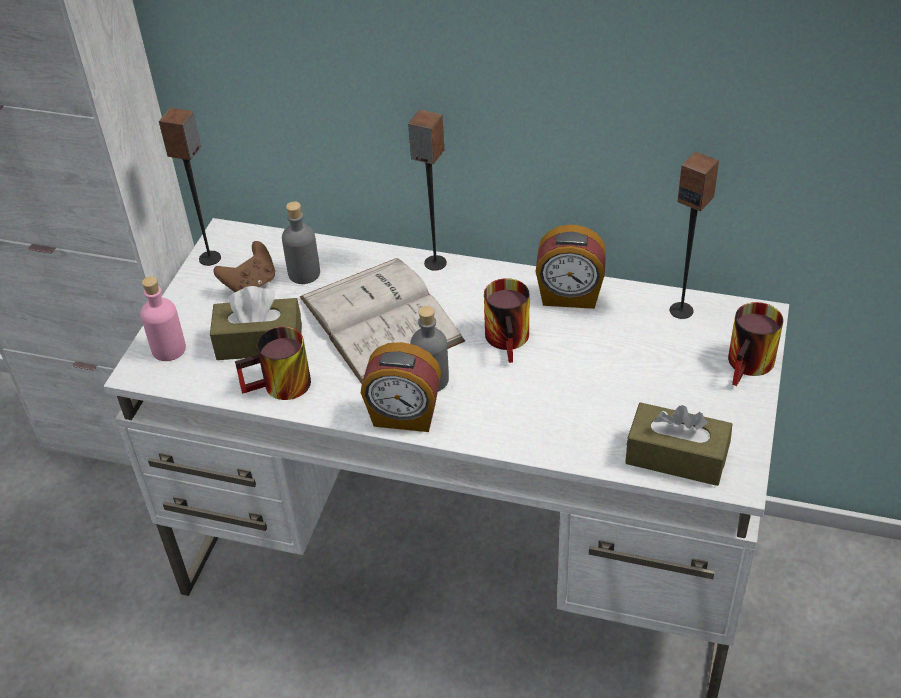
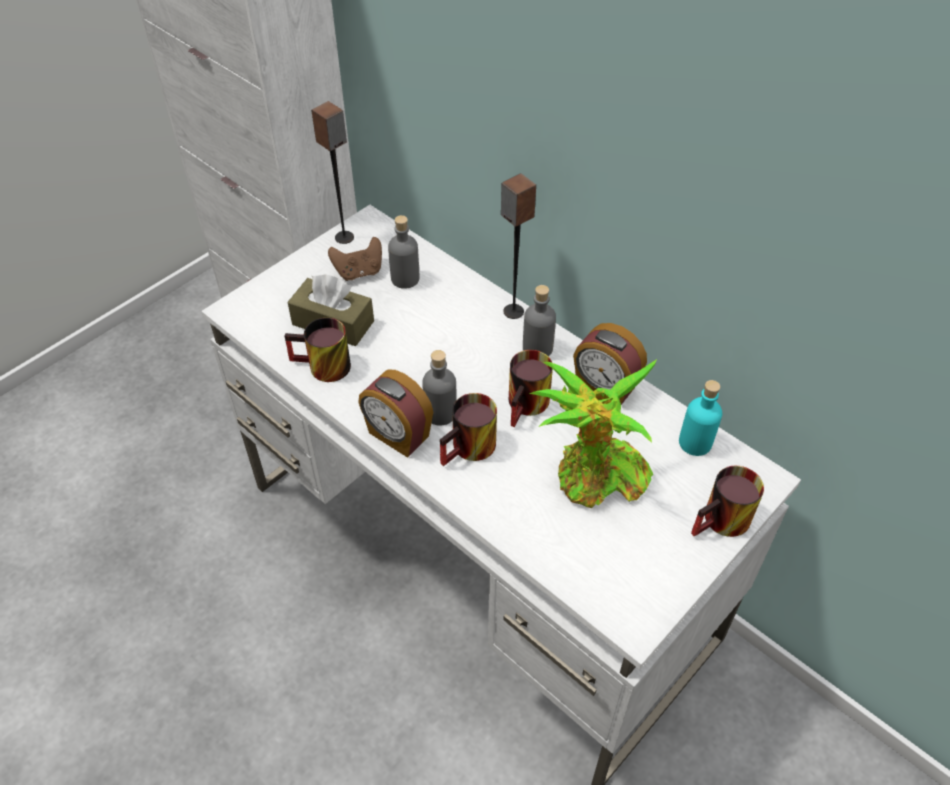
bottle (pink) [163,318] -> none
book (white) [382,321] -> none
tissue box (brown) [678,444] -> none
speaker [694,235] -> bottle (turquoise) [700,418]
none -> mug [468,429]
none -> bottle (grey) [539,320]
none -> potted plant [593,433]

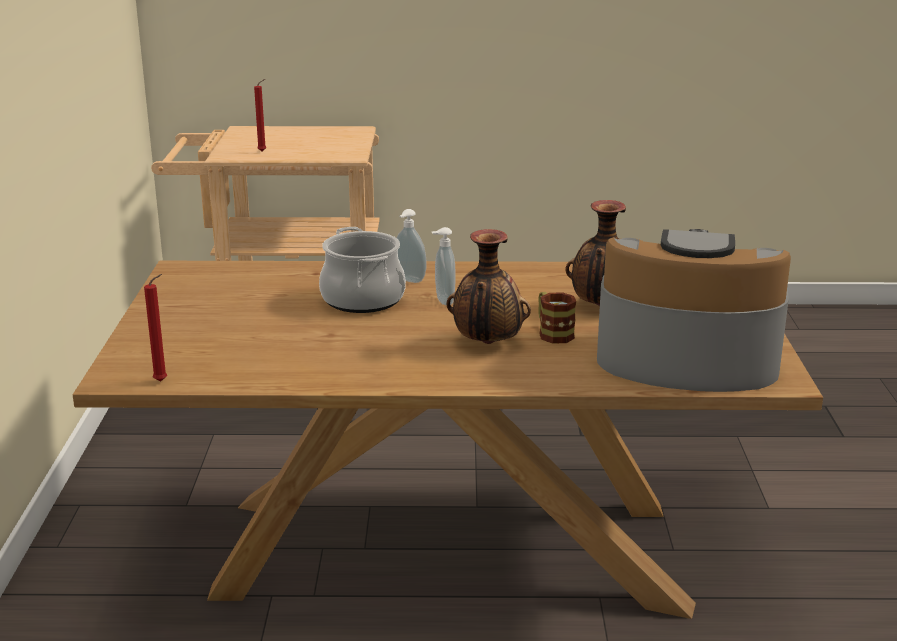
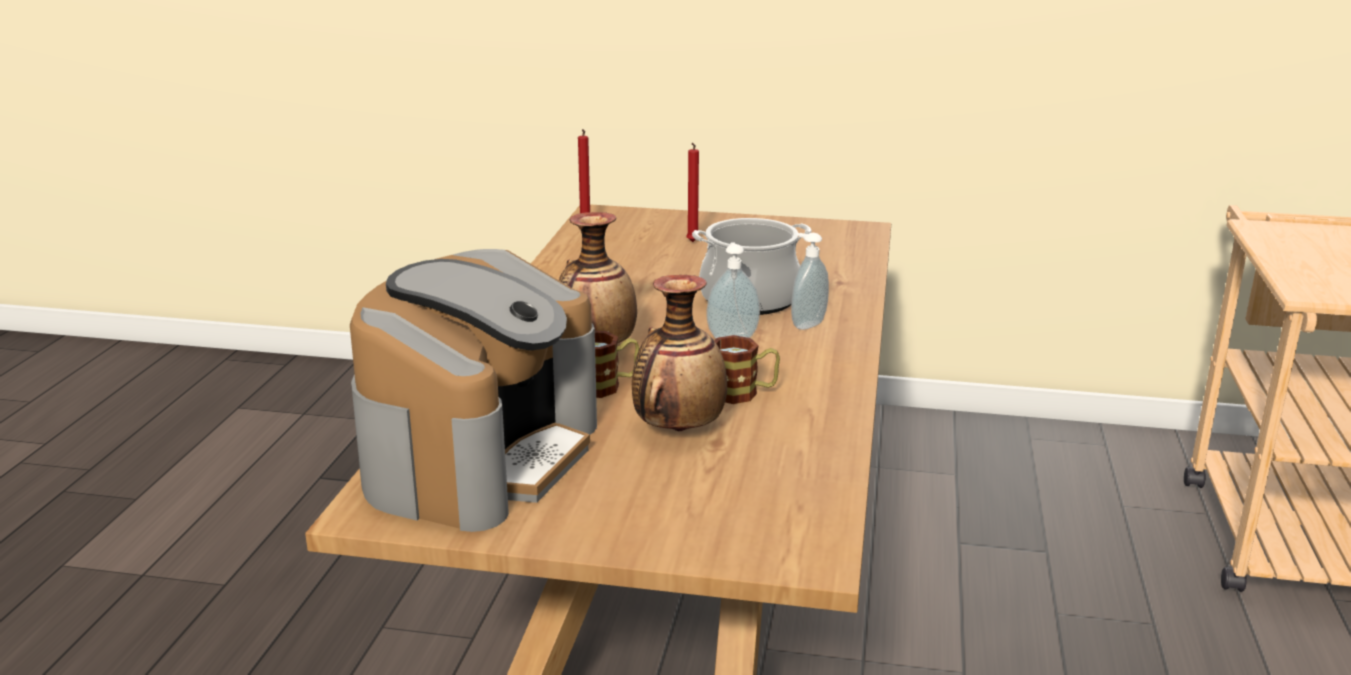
candle (red) [260,115] -> candle (red) [692,192], move
none -> mug [747,369]

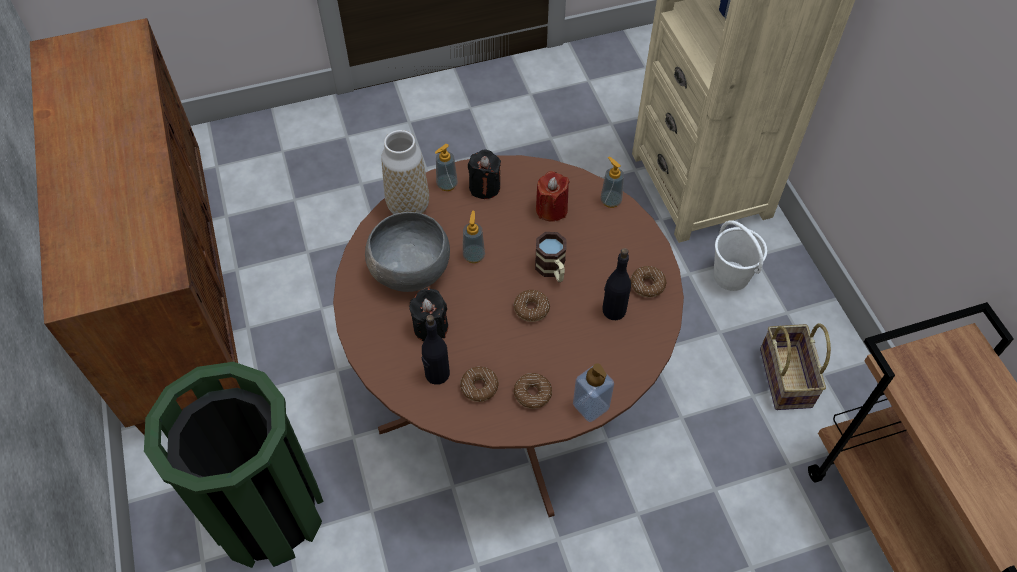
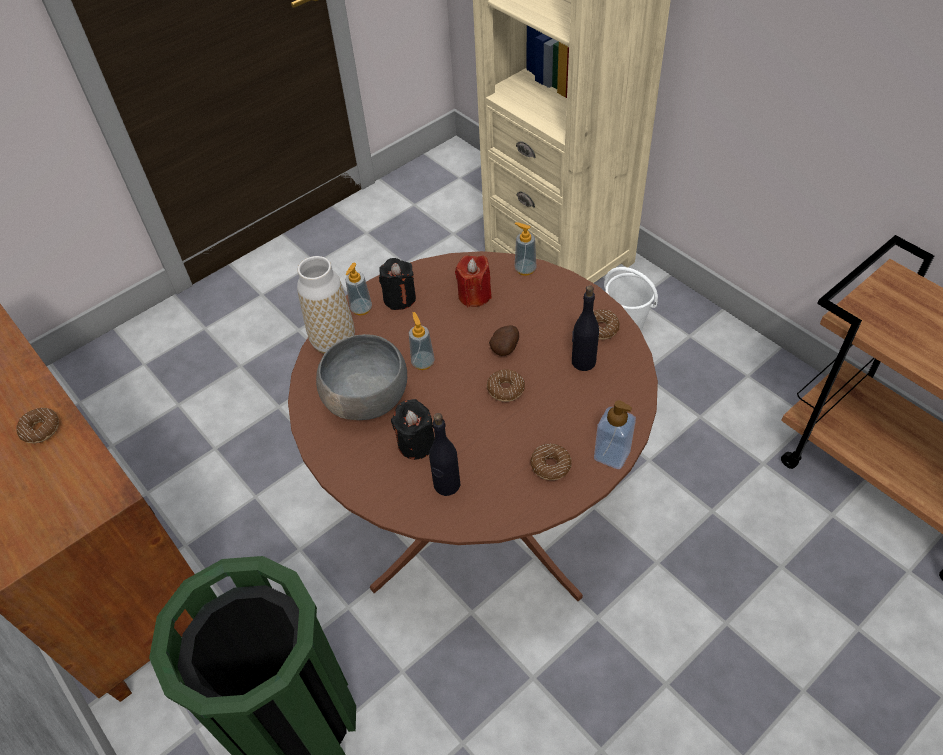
donut [479,384] -> donut [37,425], move
mug [550,257] -> potato [504,340]
basket [795,366] -> none

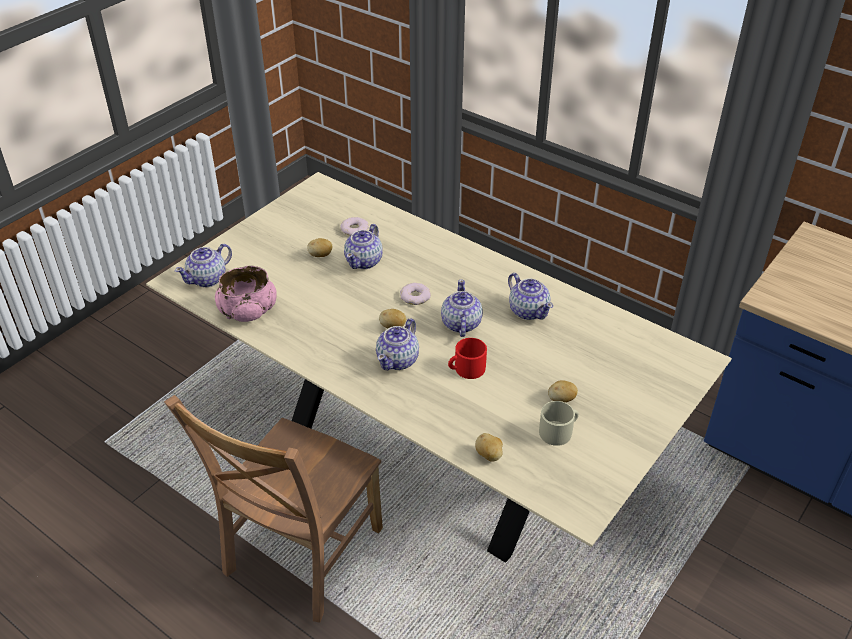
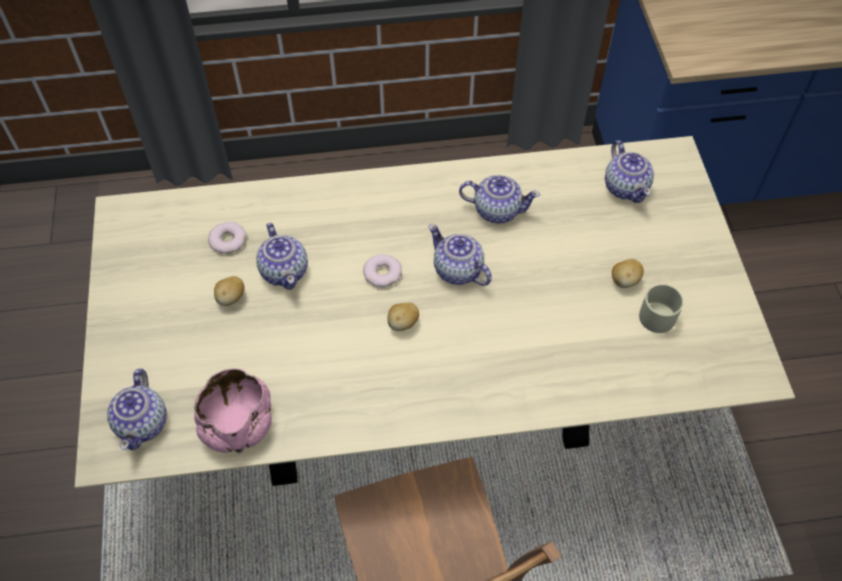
teapot [397,344] -> teapot [629,171], move
mug (red) [467,358] -> none
potato [489,447] -> none

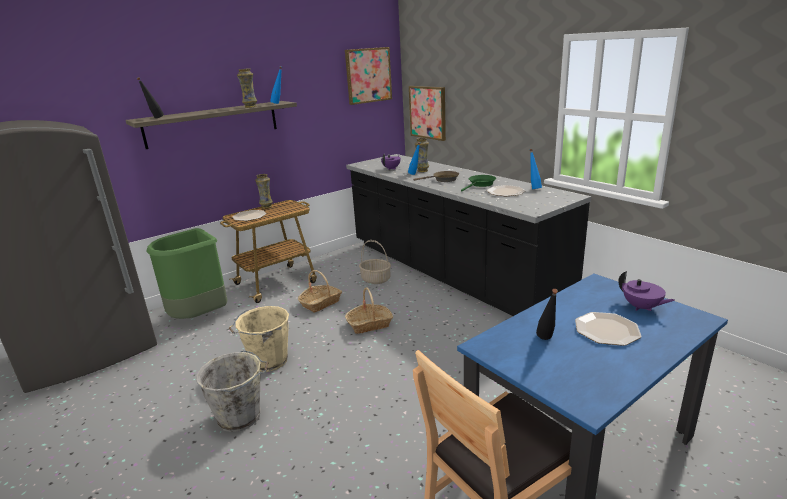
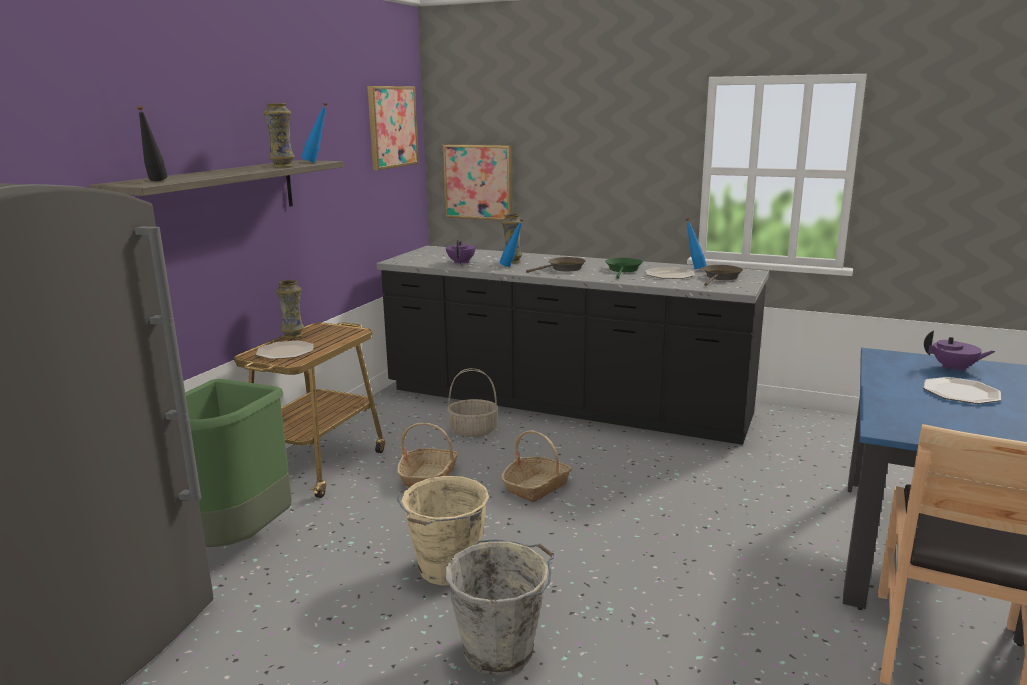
bottle (black) [547,314] -> none
none -> frying pan (brown) [723,275]

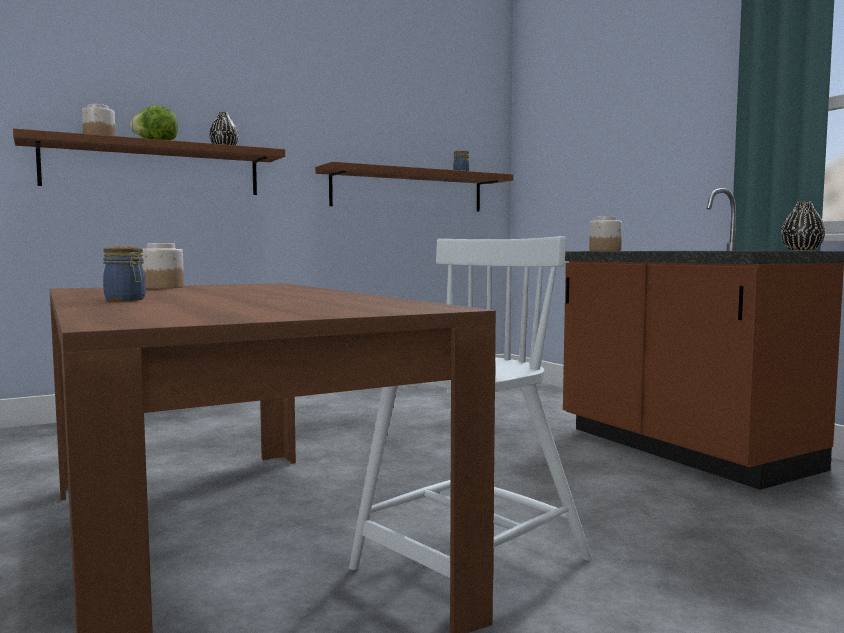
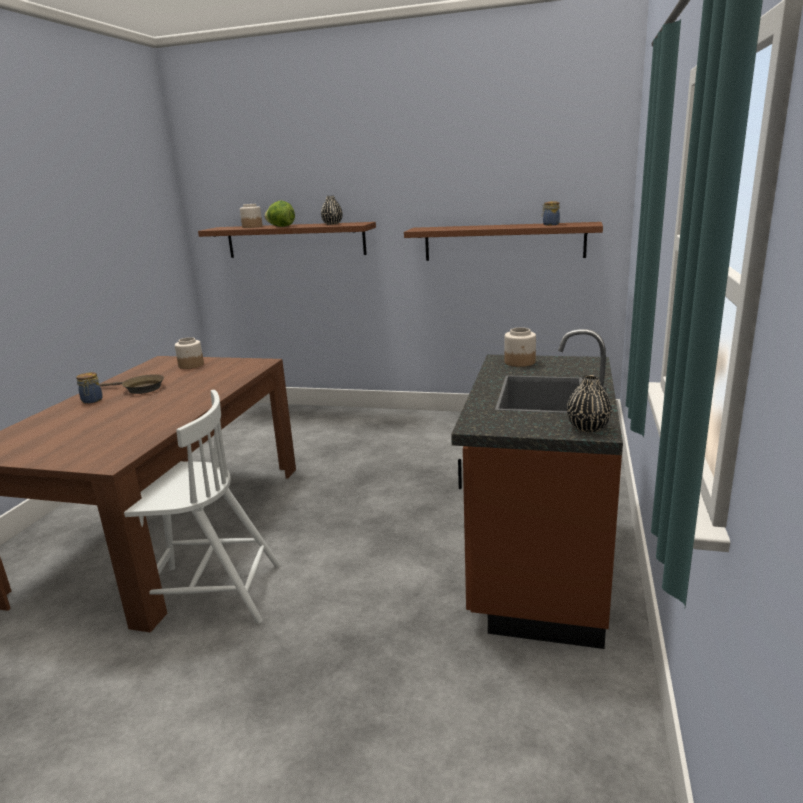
none -> frying pan (brown) [132,384]

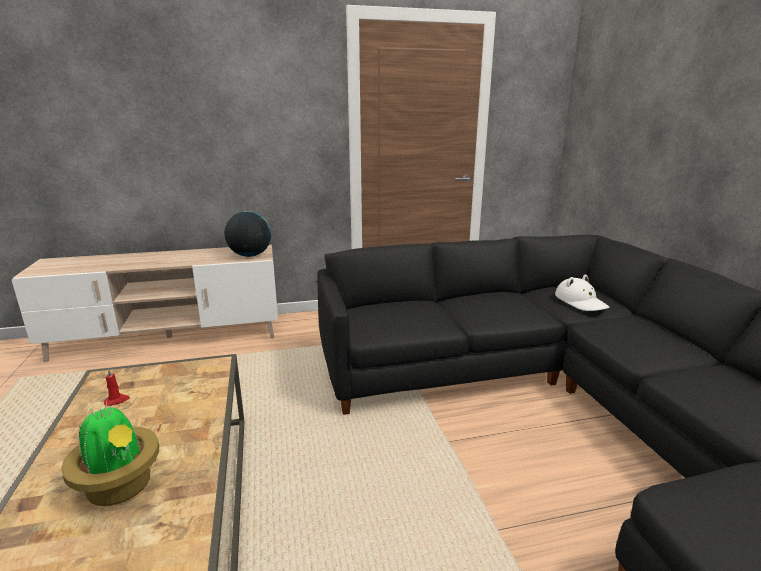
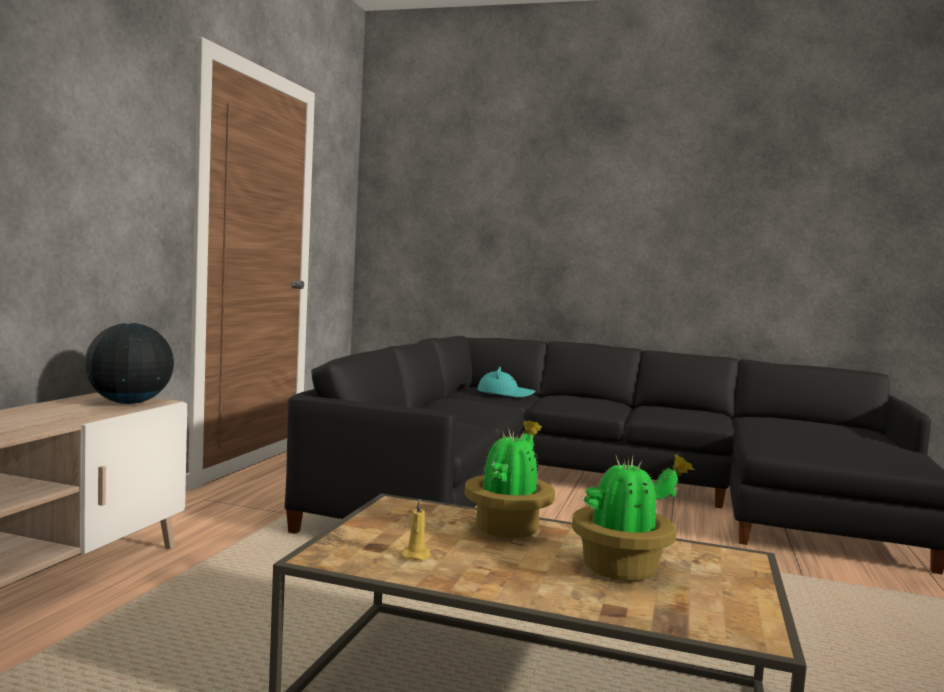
candle (red) [117,387] -> candle (yellow) [415,529]
hat (white) [582,292] -> hat (turquoise) [506,382]
none -> potted plant [509,479]

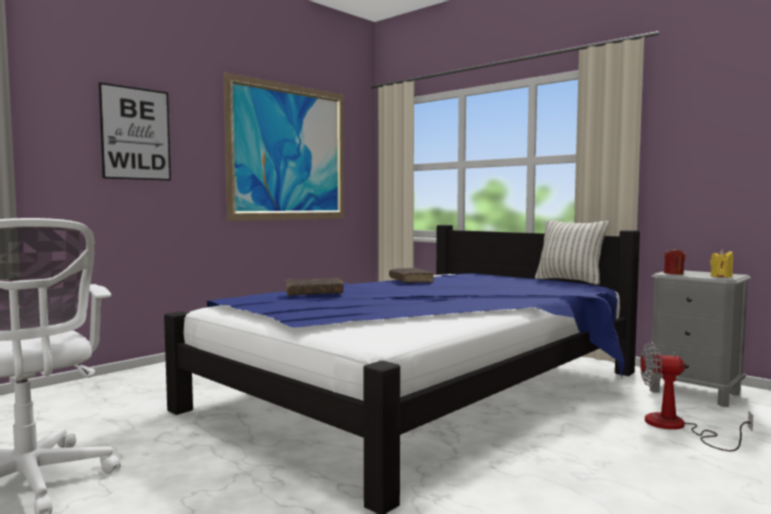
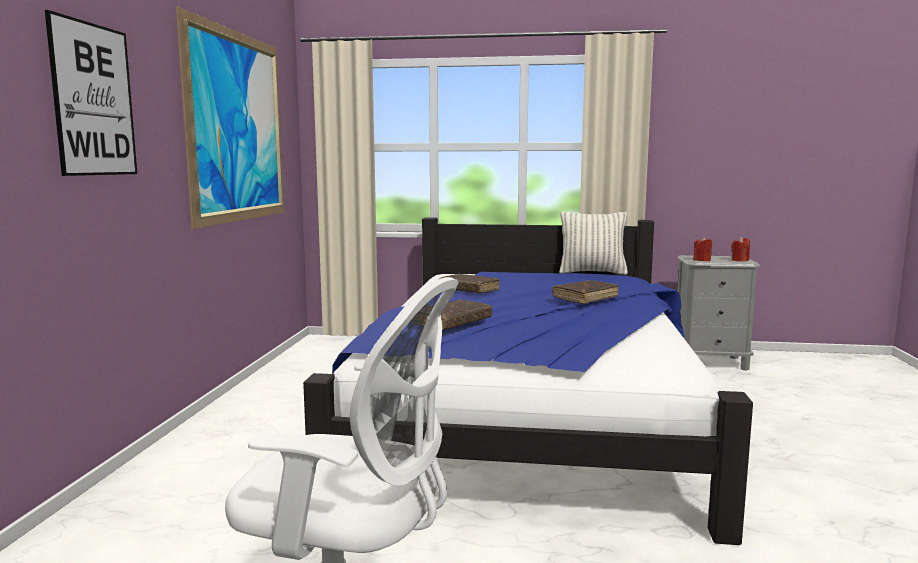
fan [696,396] -> none
candle (yellow) [721,263] -> candle (red) [740,249]
none -> book (brown) [585,292]

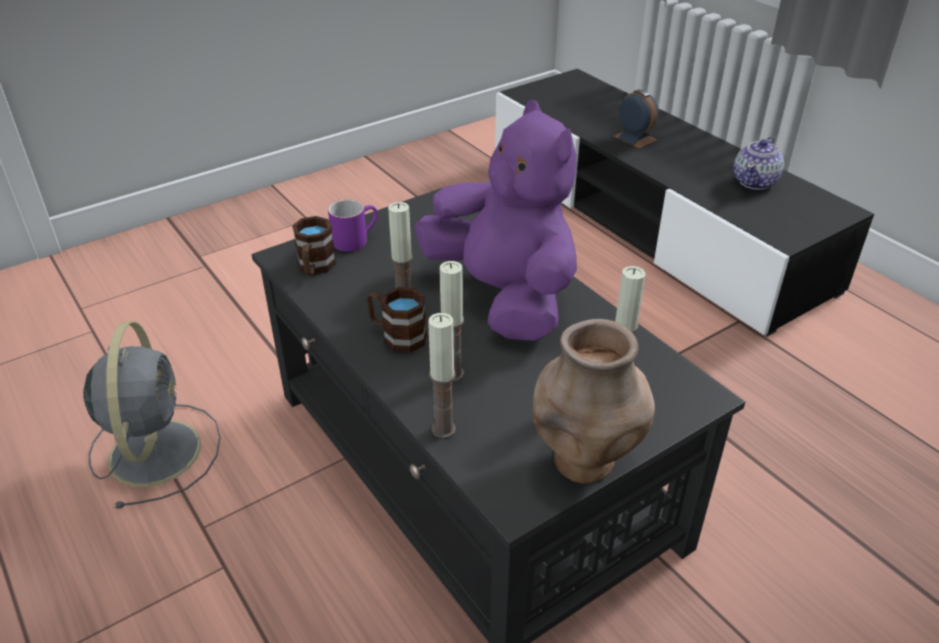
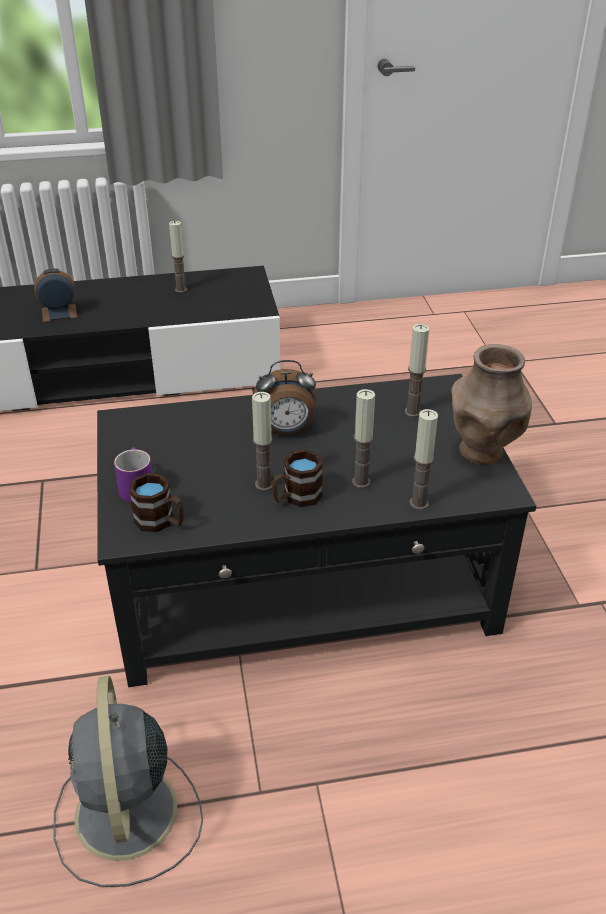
fan (grey) [152,415] -> fan (grey) [128,781], 120 degrees counterclockwise
plush toy (purple) [496,220] -> alarm clock [285,397]
teapot [758,163] -> candle [178,257]

